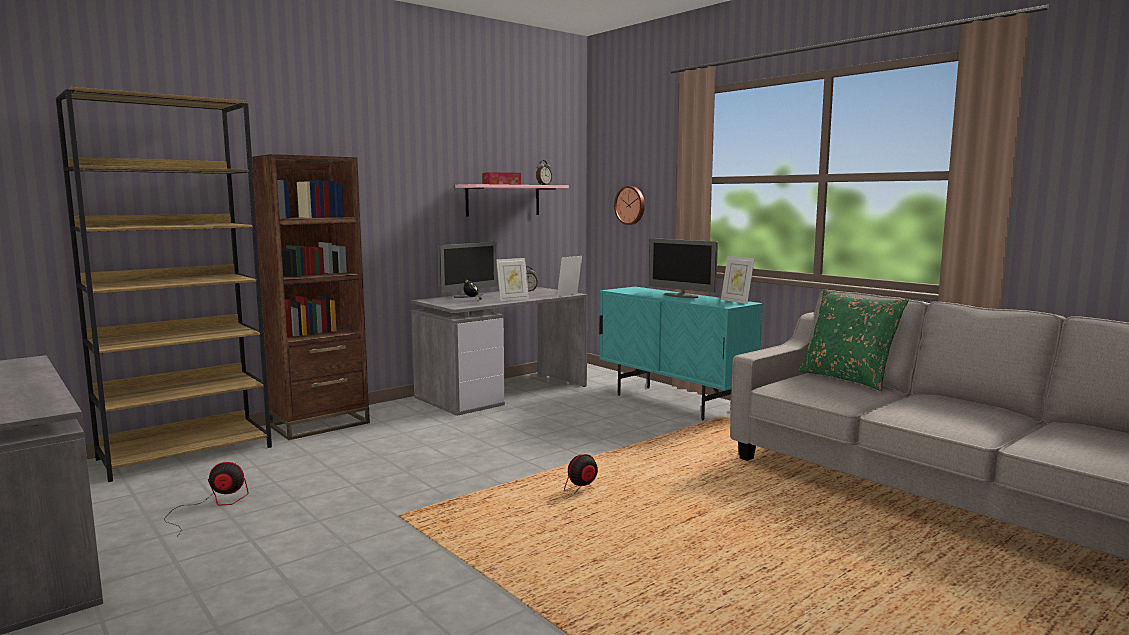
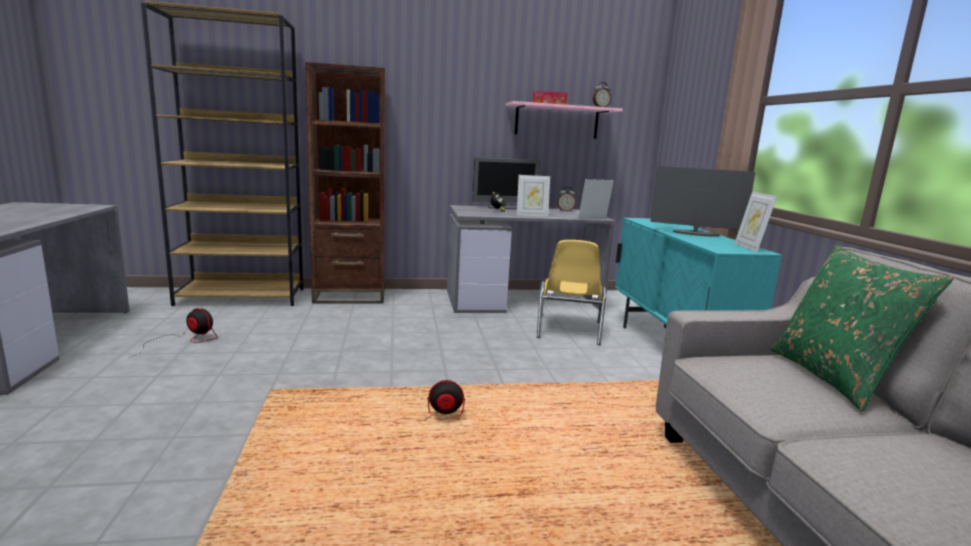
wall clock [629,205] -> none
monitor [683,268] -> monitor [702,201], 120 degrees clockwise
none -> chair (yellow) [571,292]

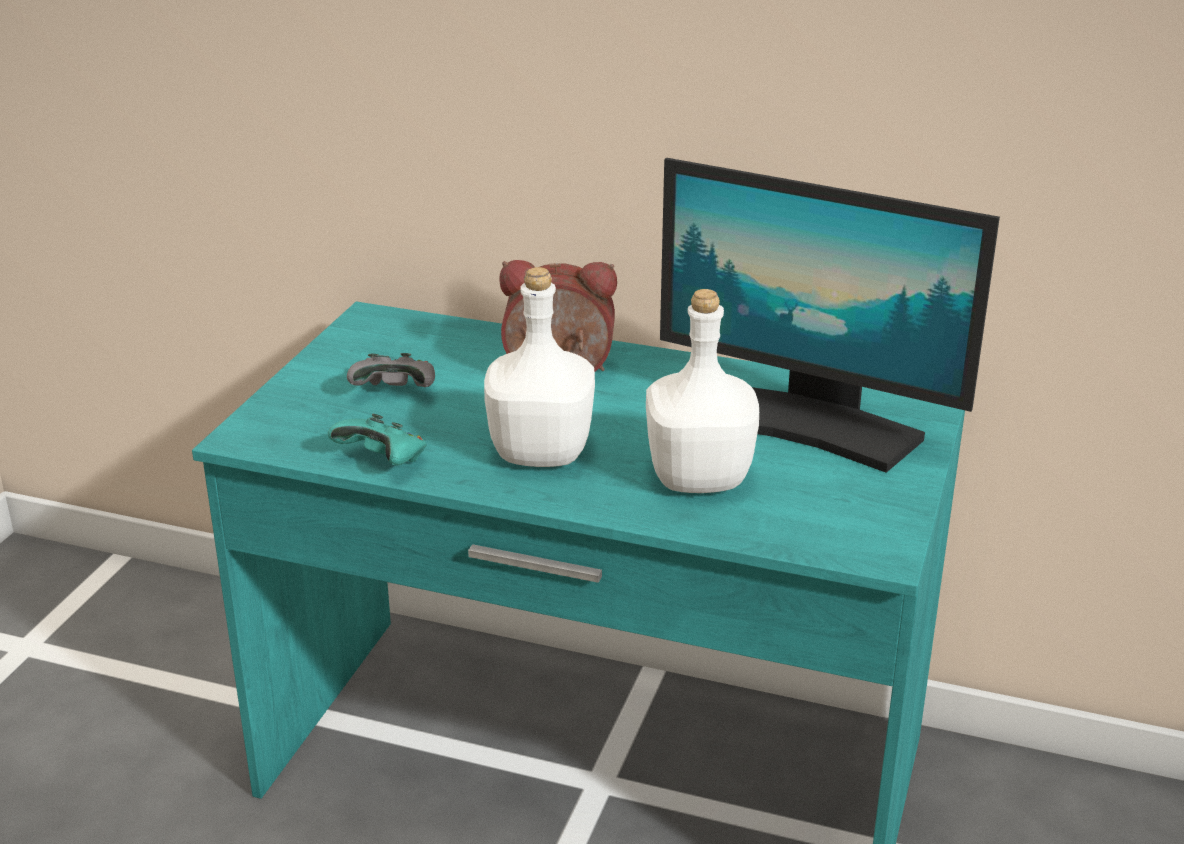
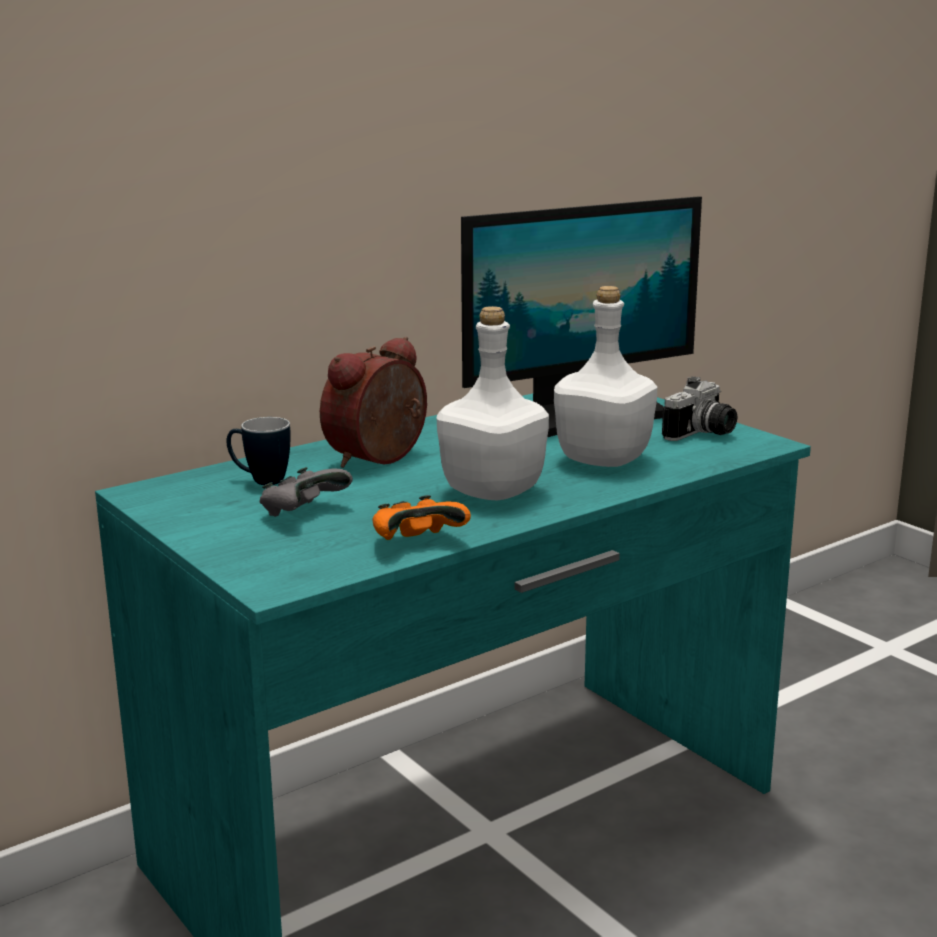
game controller (turquoise) [377,439] -> game controller (orange) [422,517]
none -> mug [258,451]
none -> photo camera [699,408]

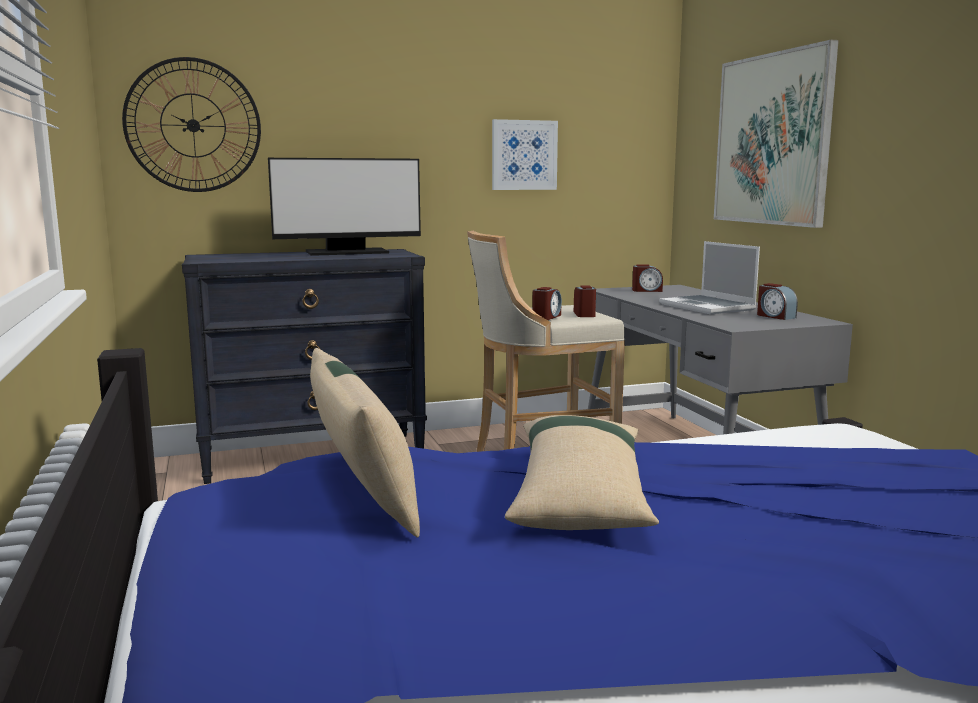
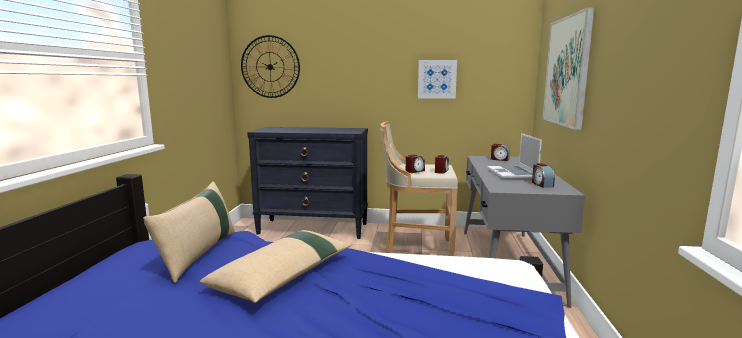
monitor [344,207] -> none

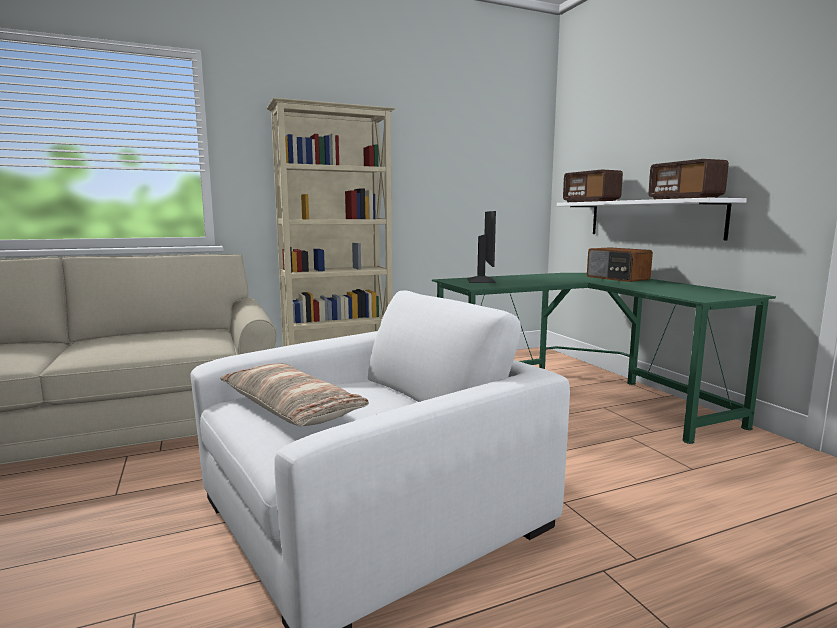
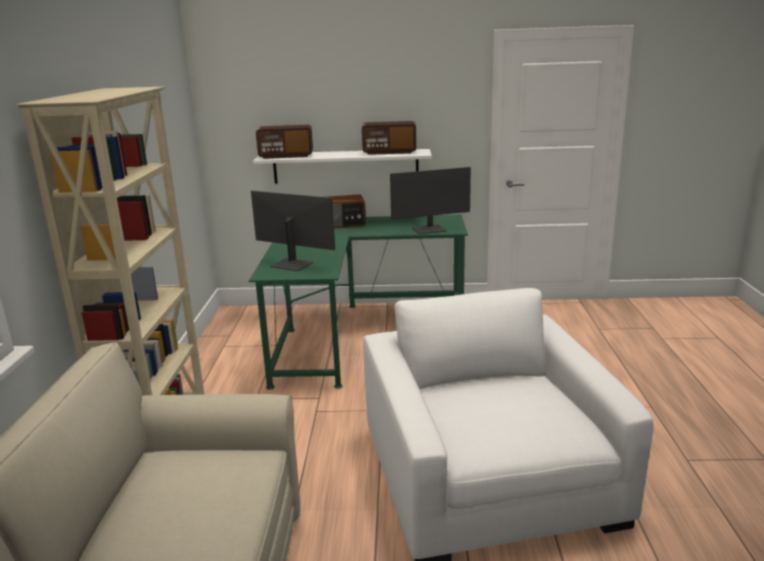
pillow [294,394] -> none
none -> monitor [430,200]

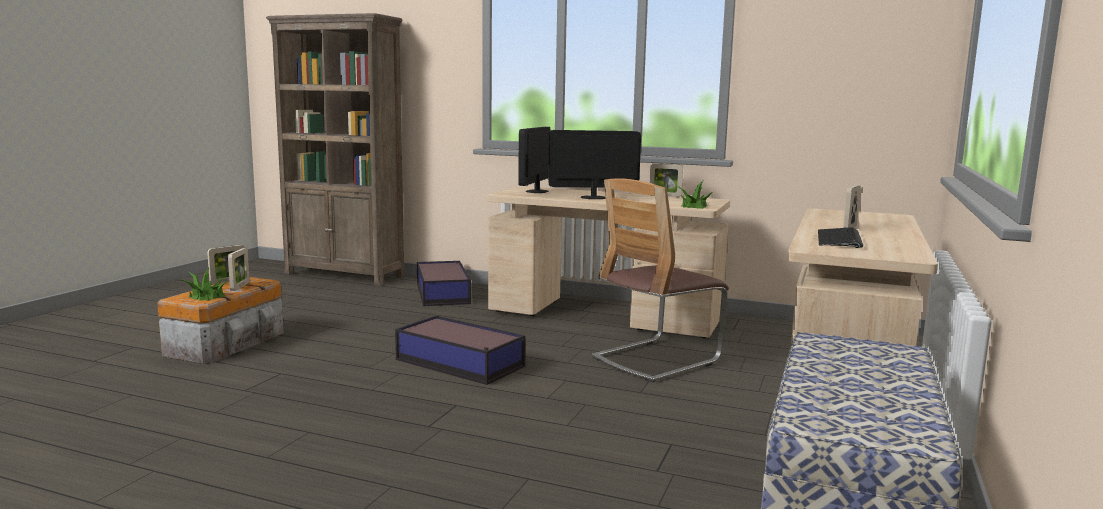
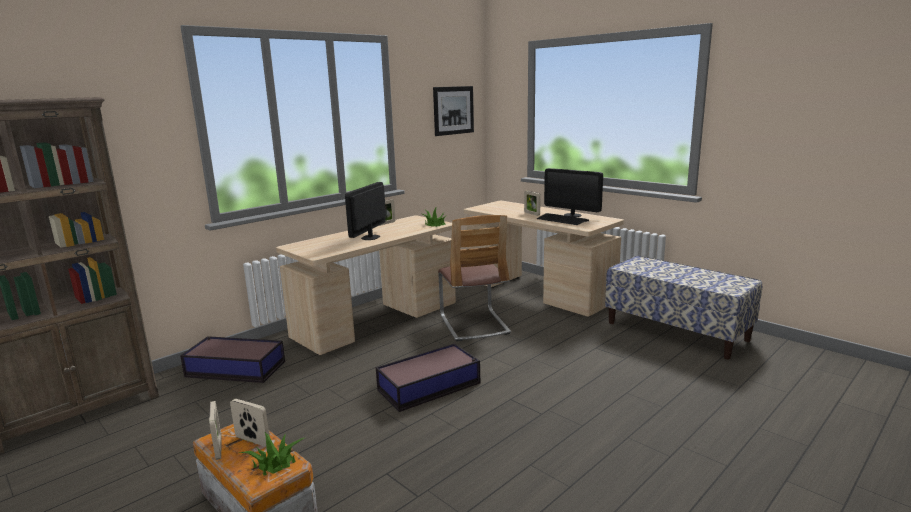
monitor [534,160] -> monitor [573,192], move
none -> picture [453,111]

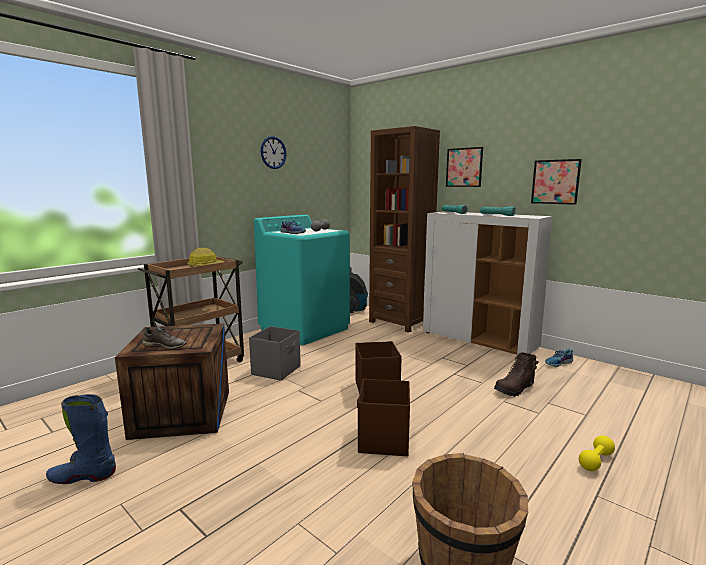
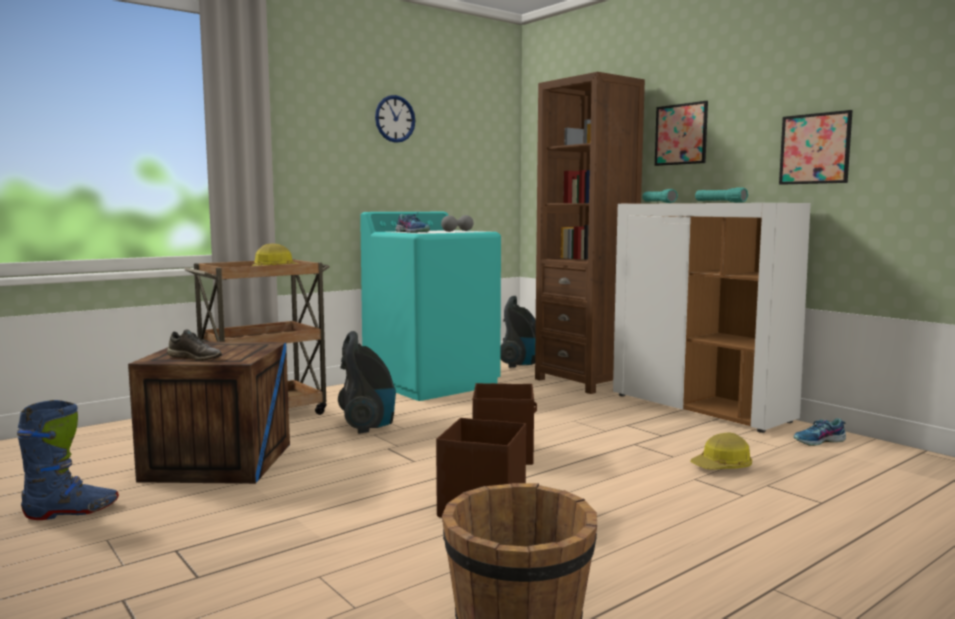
boot (blue) [81,439] -> boot (blue) [68,460], 150 degrees clockwise
storage box (grey) [275,353] -> vacuum cleaner [367,382]
boot (brown) [516,374] -> hard hat [721,451]
dumbbell (yellow) [597,453] -> none

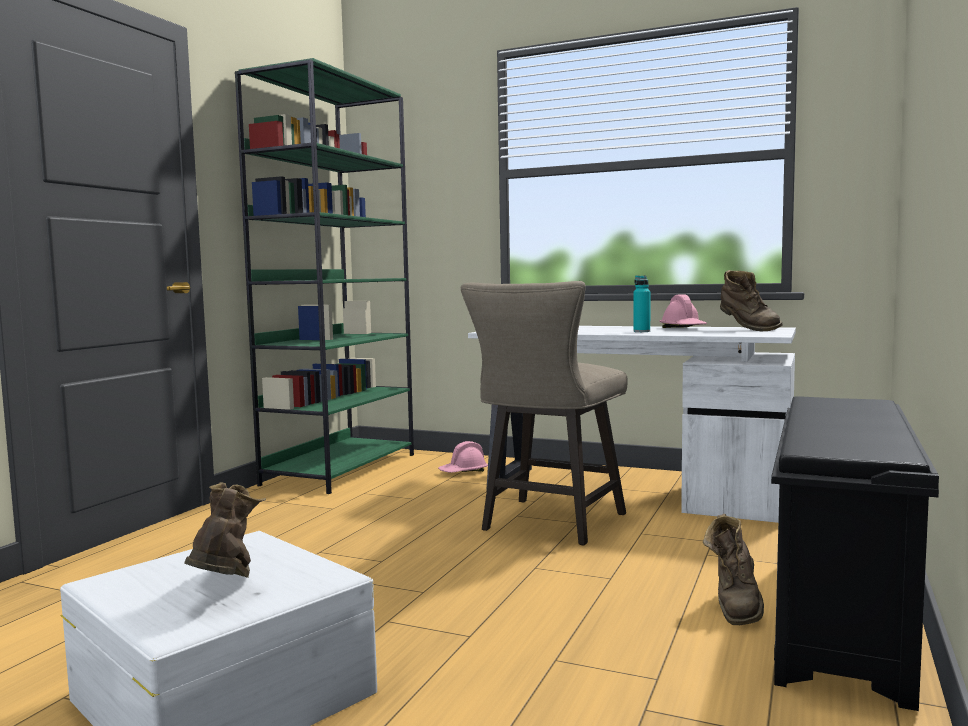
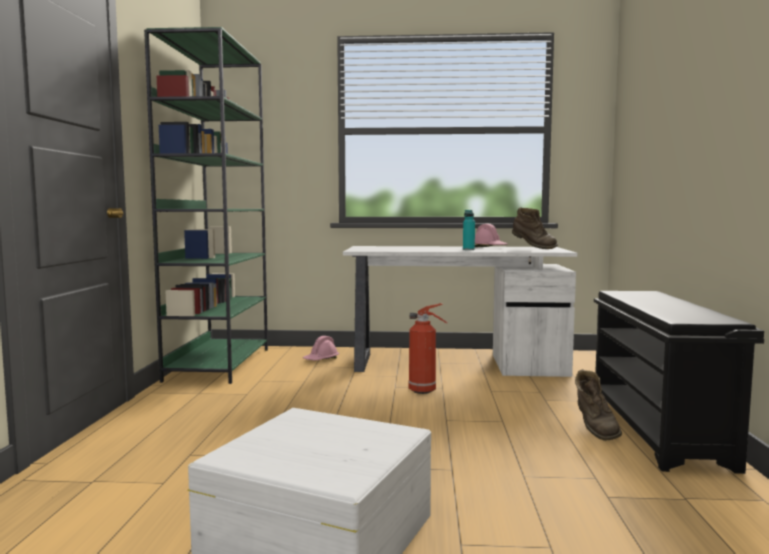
boot (brown) [225,530] -> none
stool (beige) [544,413] -> fire extinguisher [428,348]

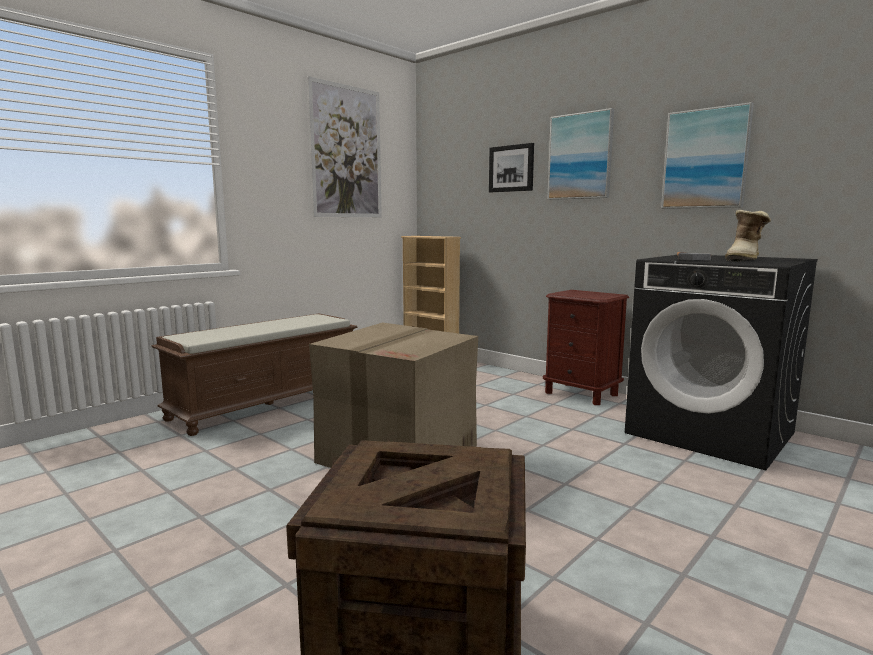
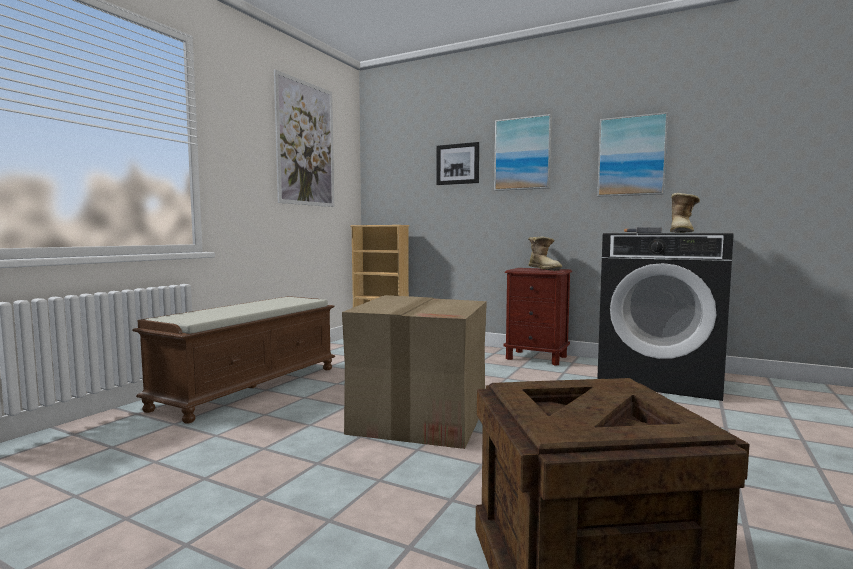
none -> boot [545,253]

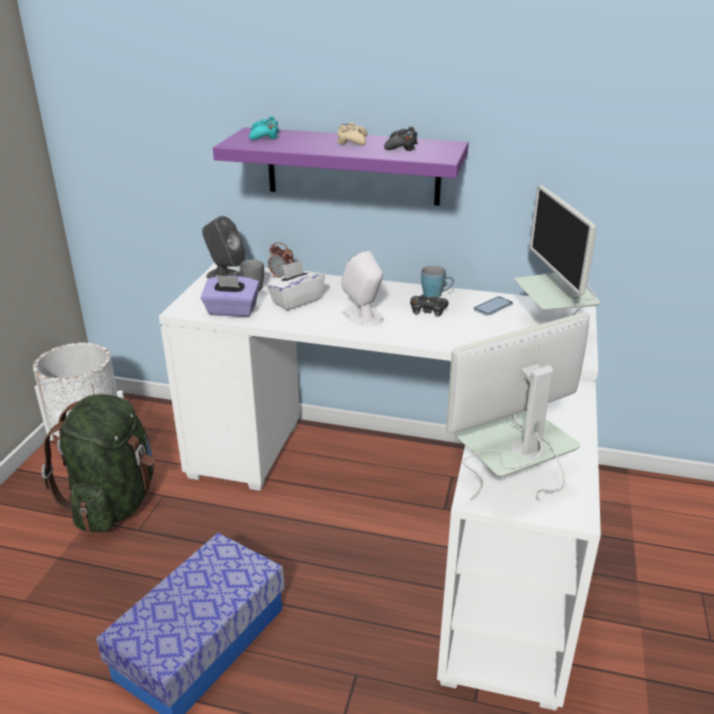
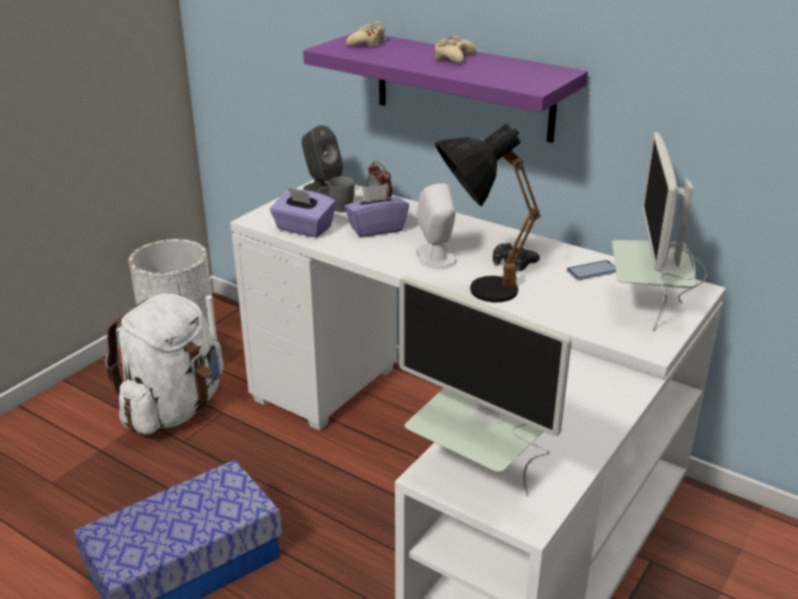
backpack (green) [98,463] -> backpack (white) [164,364]
game controller (turquoise) [264,128] -> game controller (beige) [366,34]
tissue box (white) [295,285] -> tissue box (purple) [376,210]
game controller (black) [401,139] -> none
mug (blue) [437,282] -> none
monitor [518,407] -> monitor [485,386], 135 degrees counterclockwise
none -> table lamp (black) [488,213]

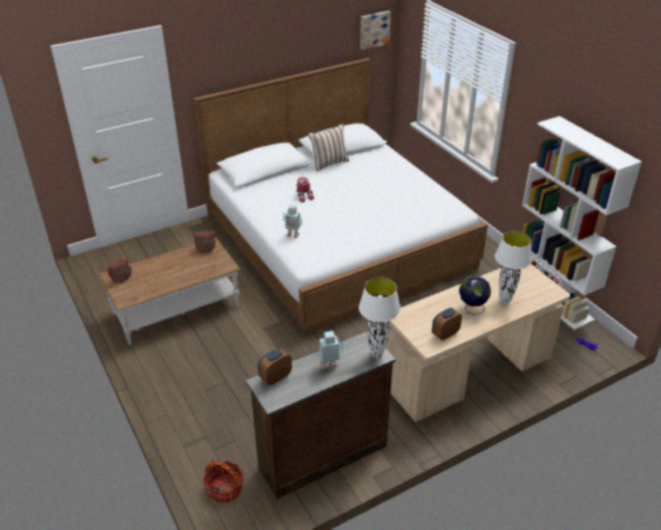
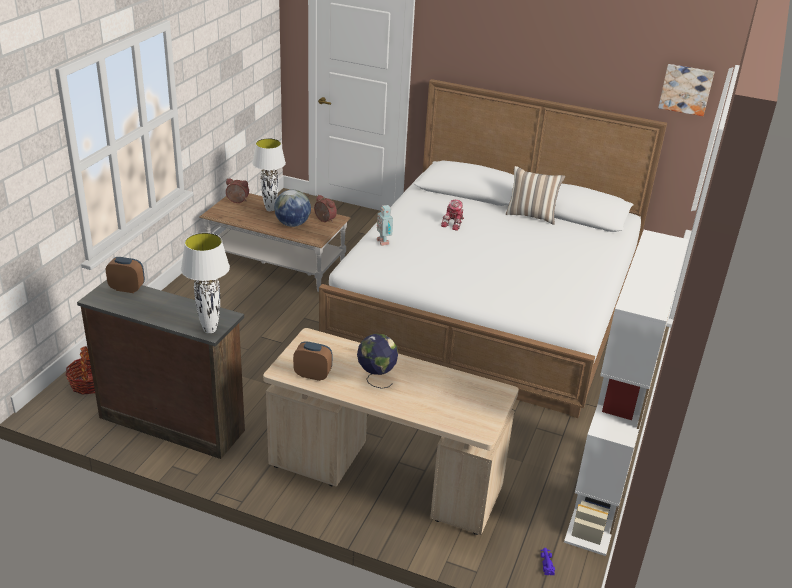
toy robot [330,350] -> none
table lamp (white) [513,268] -> table lamp (white) [269,174], move
none -> globe [292,208]

